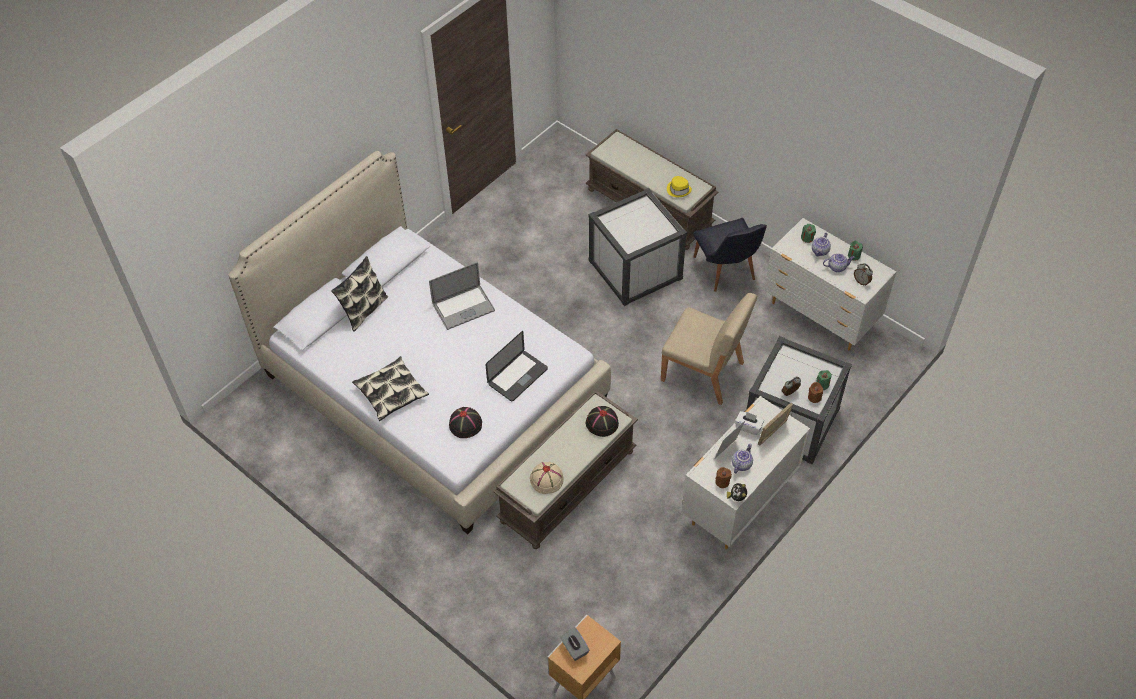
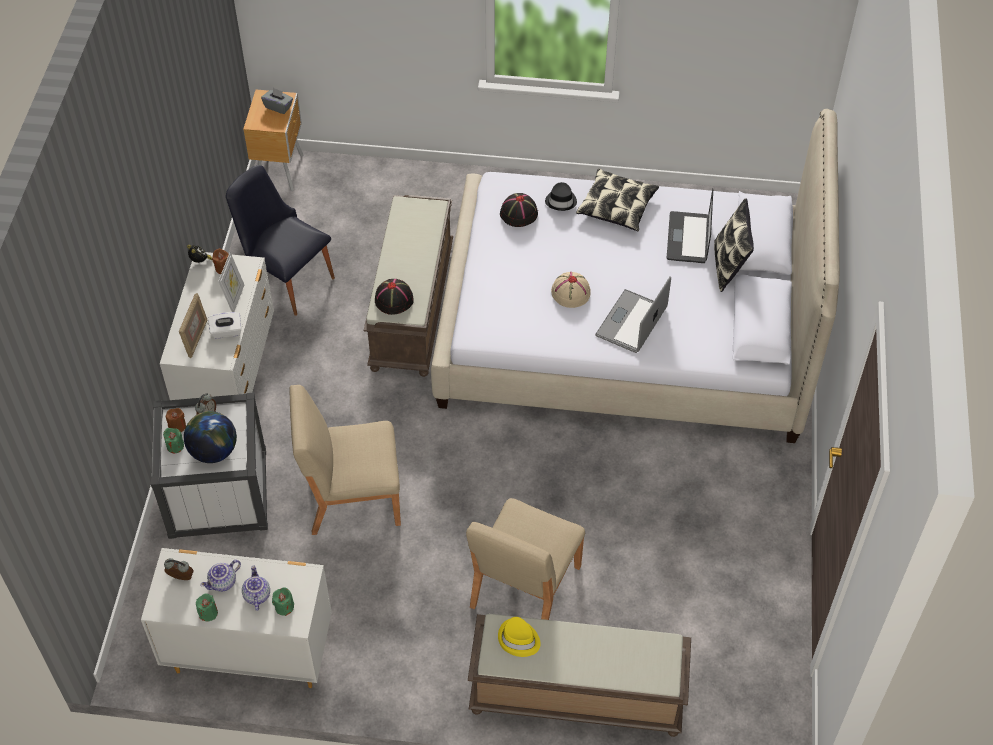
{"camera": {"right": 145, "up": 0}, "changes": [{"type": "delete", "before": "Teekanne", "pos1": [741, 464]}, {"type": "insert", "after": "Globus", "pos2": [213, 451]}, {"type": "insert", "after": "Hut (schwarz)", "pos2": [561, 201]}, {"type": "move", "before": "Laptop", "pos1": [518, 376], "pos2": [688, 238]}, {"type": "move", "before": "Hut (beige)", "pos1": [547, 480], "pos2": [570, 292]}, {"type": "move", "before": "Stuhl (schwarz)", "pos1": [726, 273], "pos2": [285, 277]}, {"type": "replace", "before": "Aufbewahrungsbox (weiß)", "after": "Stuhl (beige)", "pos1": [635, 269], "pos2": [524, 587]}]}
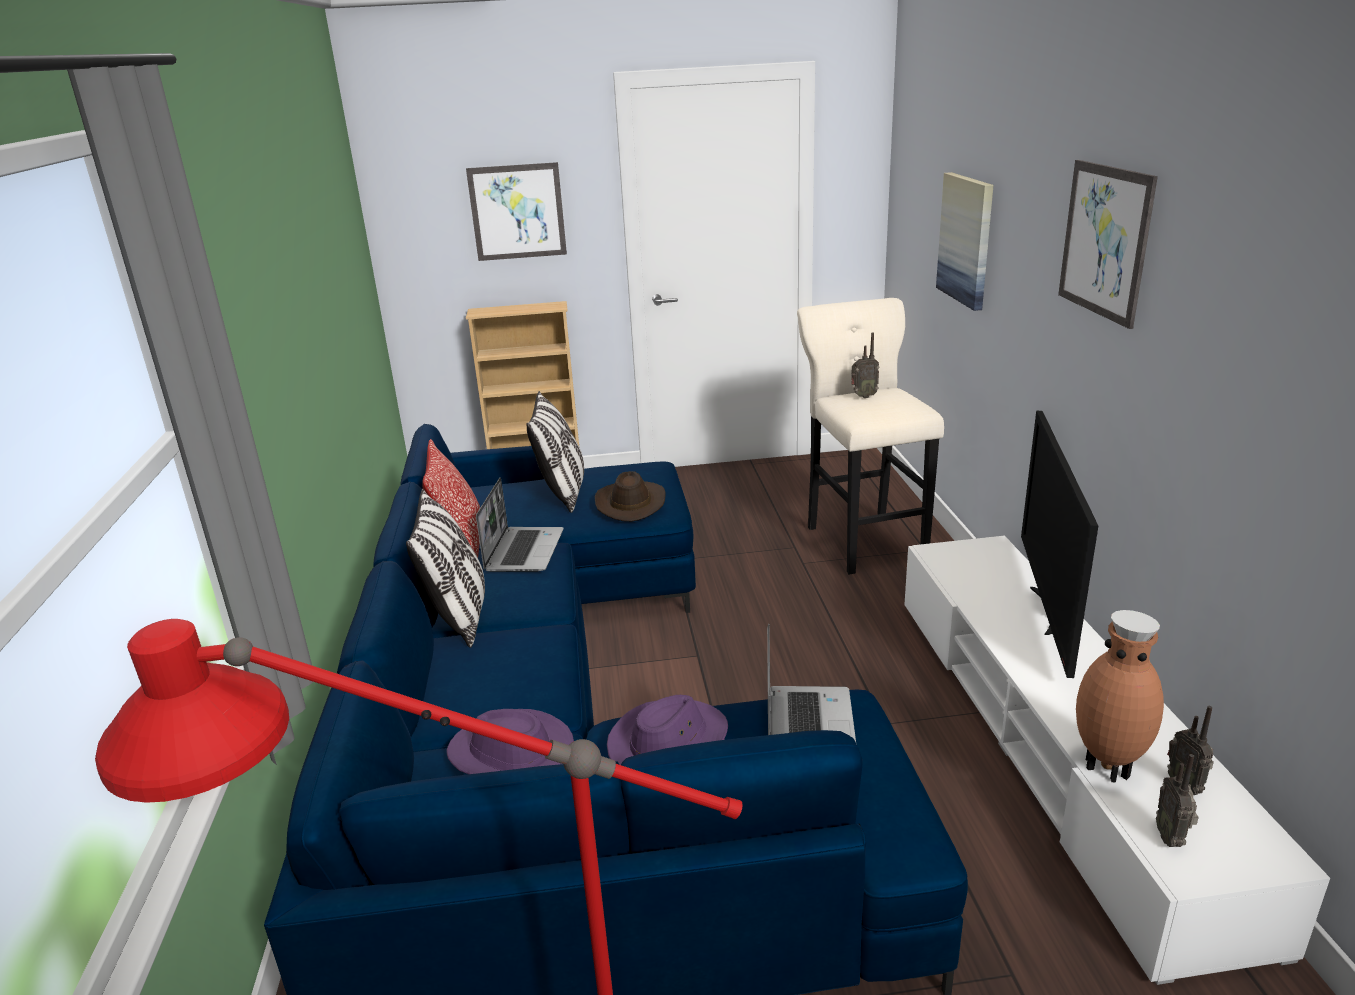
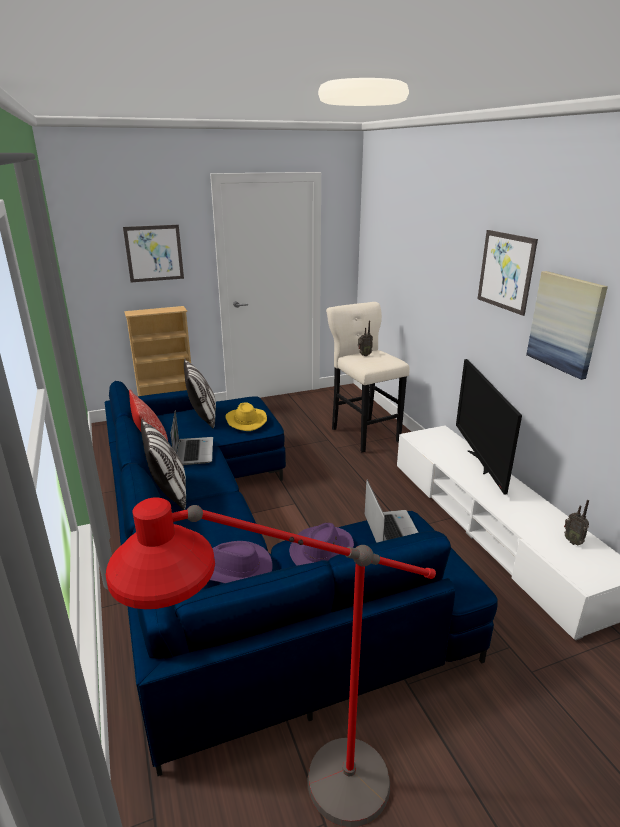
{"camera": {"right": -15, "up": 0}, "changes": [{"type": "delete", "before": "Vase (braun)", "pos1": [1108, 767]}, {"type": "delete", "before": "Radio", "pos1": [1171, 838]}, {"type": "move", "before": "Bild", "pos1": [966, 239], "pos2": [565, 323]}, {"type": "recolor", "before": "Hut (braun)", "after": "Hut (gelb)", "pos1": [630, 503], "pos2": [245, 421]}]}
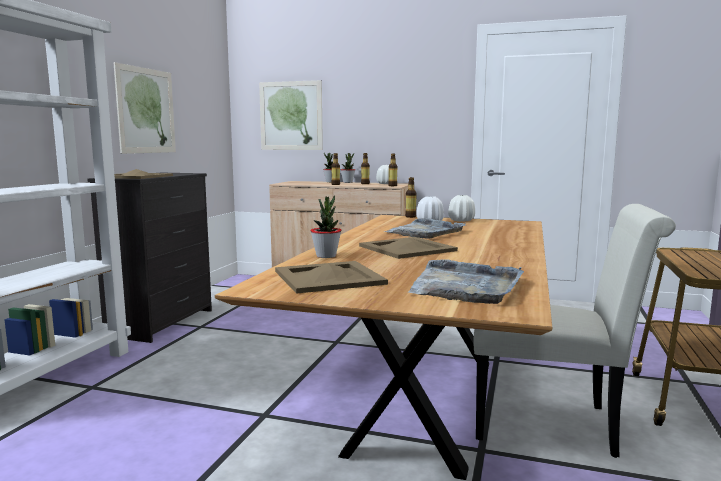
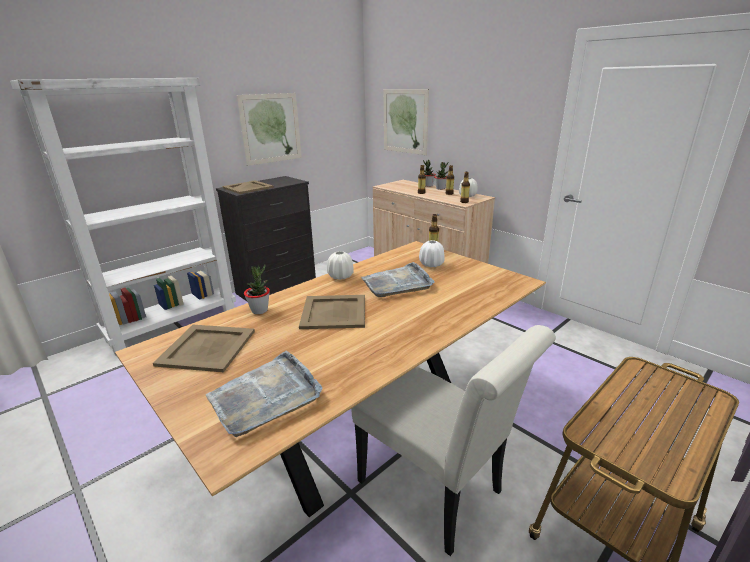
{"camera": {"right": 30, "up": 15}, "changes": [{"type": "move", "before": "Vase (weiß)", "pos1": [461, 220], "pos2": [341, 276]}]}
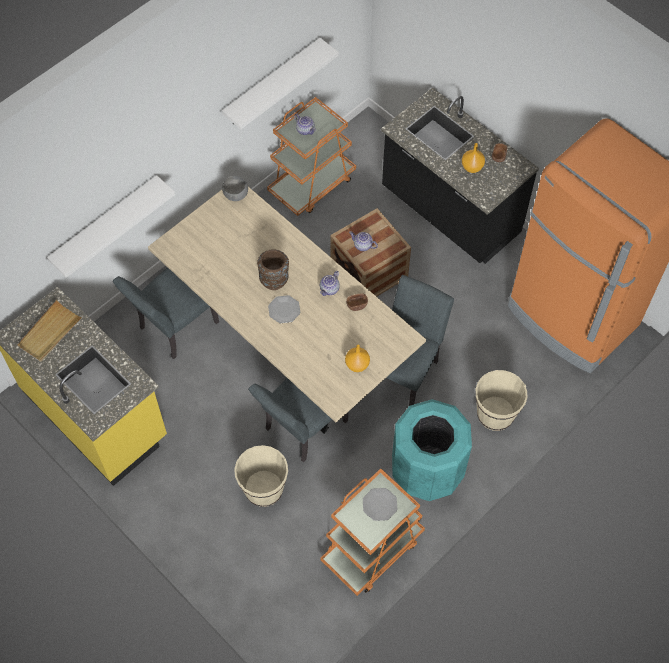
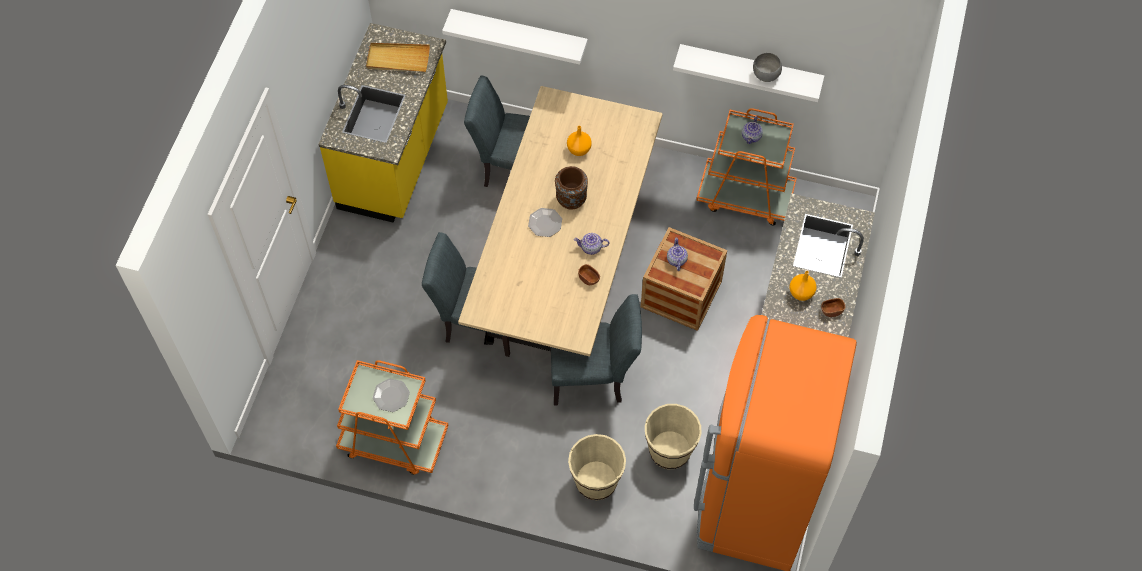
{"camera": {"right": 60, "up": 0}, "changes": [{"type": "delete", "before": "Mülleimer (türkis)", "pos1": [427, 470]}, {"type": "move", "before": "Schüssel (grau)", "pos1": [235, 195], "pos2": [765, 75]}, {"type": "move", "before": "Eimer (beige)", "pos1": [263, 489], "pos2": [669, 450]}, {"type": "move", "before": "Vase (orange)", "pos1": [357, 364], "pos2": [579, 149]}]}
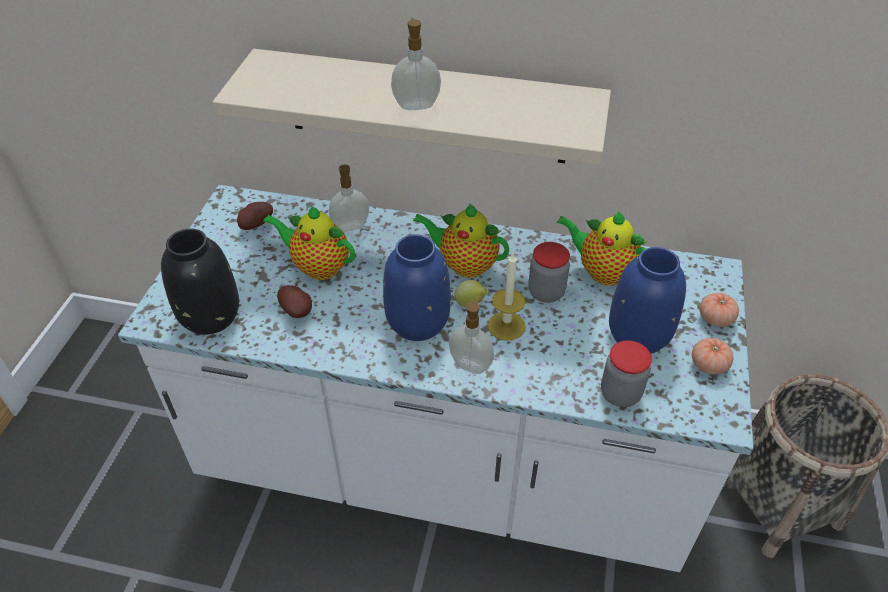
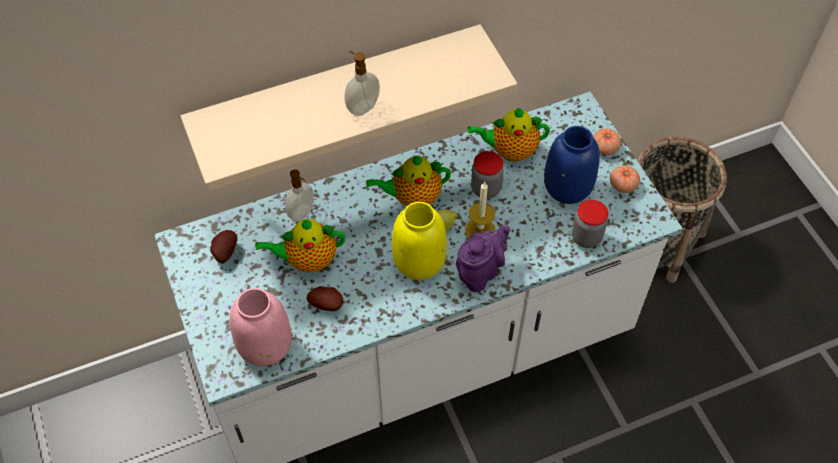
{"camera": {"right": -35, "up": 10}, "changes": [{"type": "replace", "before": "Seifenspender", "after": "Teekanne (lila)", "pos1": [471, 364], "pos2": [480, 272]}, {"type": "recolor", "before": "Vase (schwarz)", "after": "Vase (rosa)", "pos1": [210, 315], "pos2": [265, 345]}, {"type": "recolor", "before": "Vase (blau)", "after": "Vase (gelb)", "pos1": [417, 323], "pos2": [419, 263]}]}
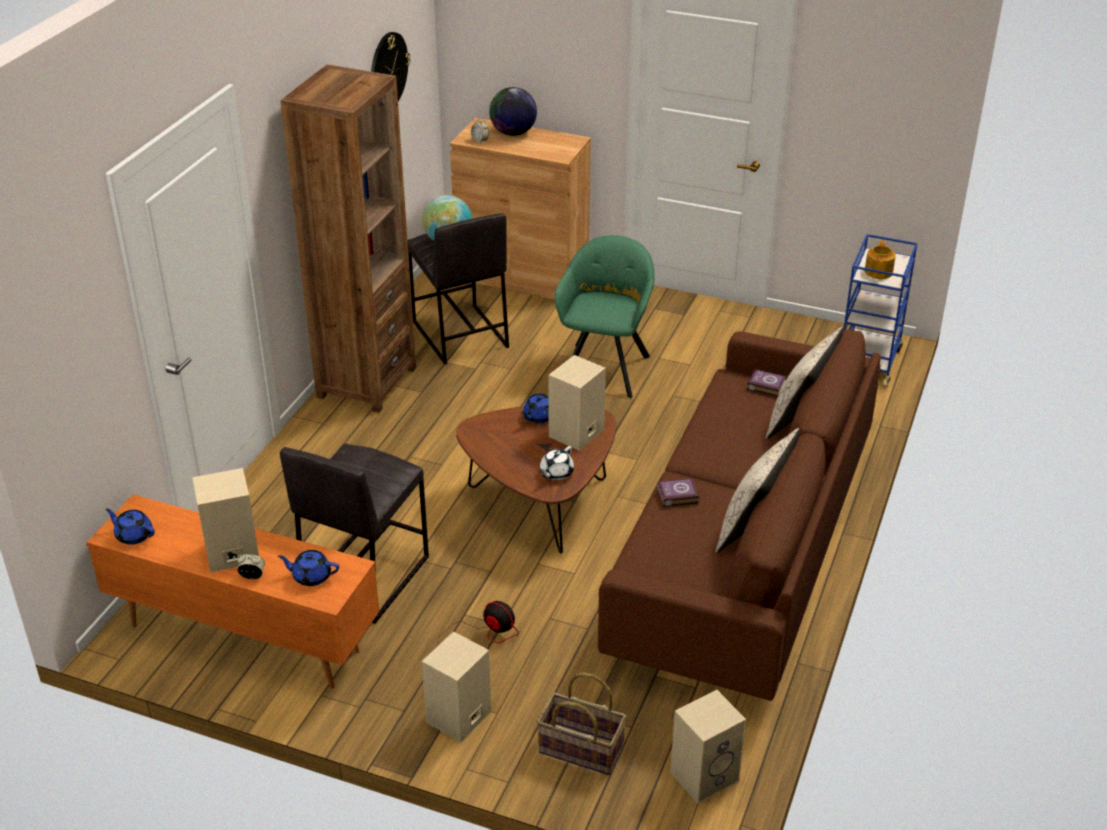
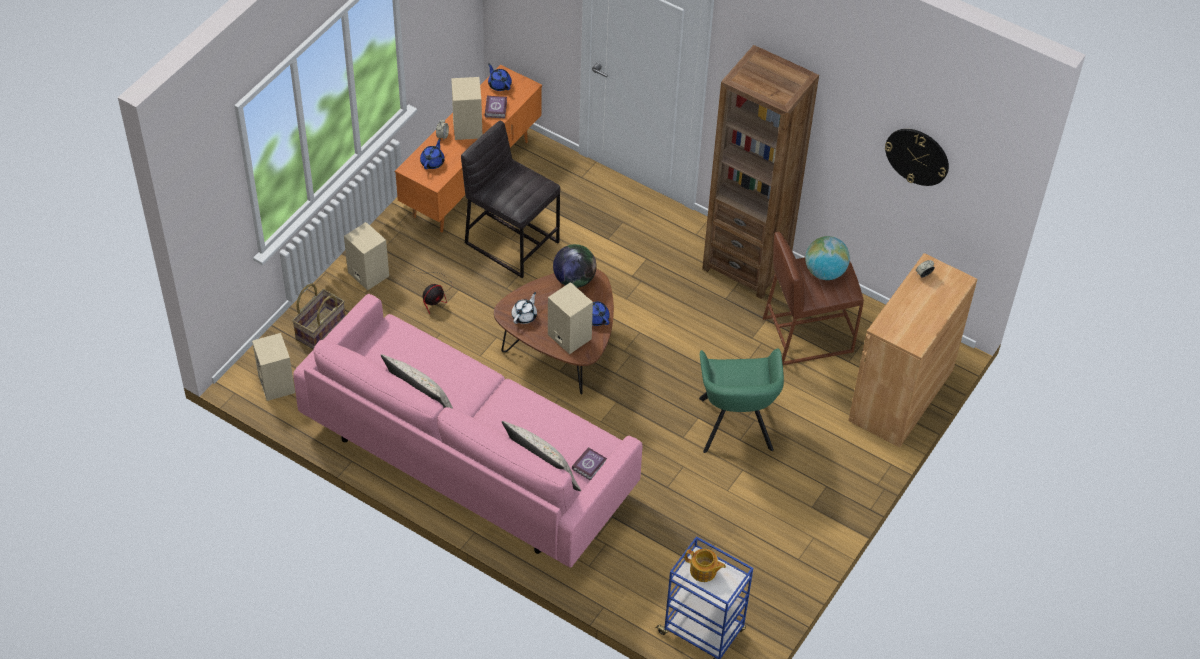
{"camera": {"right": 100, "up": 15}, "changes": [{"type": "move", "before": "Globus", "pos1": [513, 133], "pos2": [574, 279]}, {"type": "move", "before": "Buch", "pos1": [676, 495], "pos2": [496, 108]}, {"type": "recolor", "before": "Hocker (grau)", "after": "Hocker (braun)", "pos1": [459, 335], "pos2": [806, 334]}, {"type": "recolor", "before": "Sofa (braun)", "after": "Sofa (rosa)", "pos1": [740, 554], "pos2": [470, 459]}, {"type": "rotate", "before": "Teekanne (blau)", "pos1": [133, 535], "pos2": [499, 84], "turn": -75}, {"type": "rotate", "before": "Teekanne (weiß)", "pos1": [556, 473], "pos2": [524, 316], "turn": 75}, {"type": "rotate", "before": "Sessel (grün)", "pos1": [606, 367], "pos2": [735, 428], "turn": 60}]}
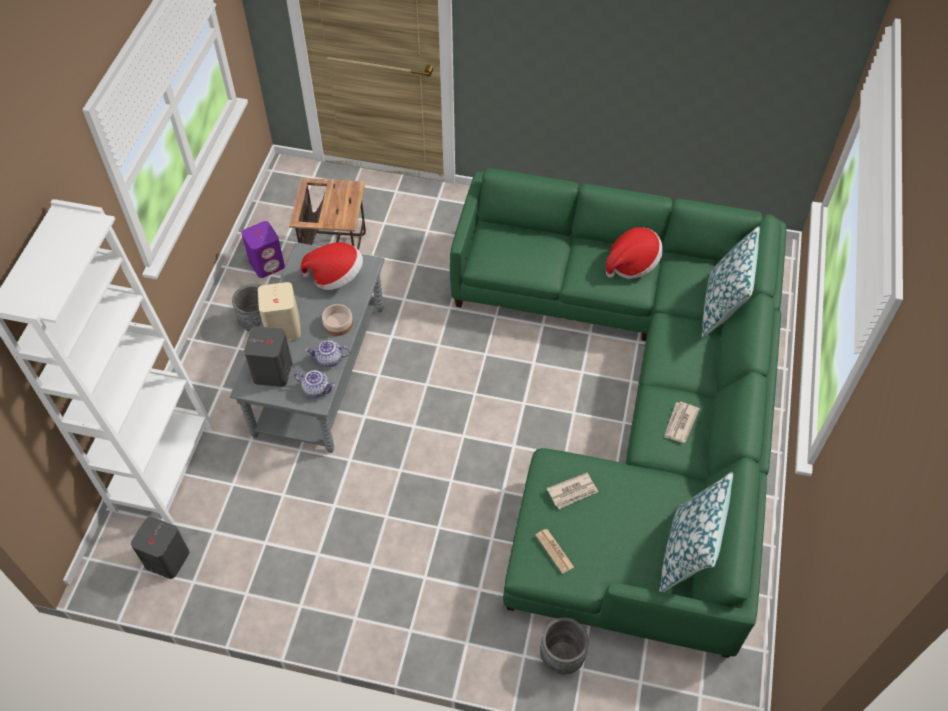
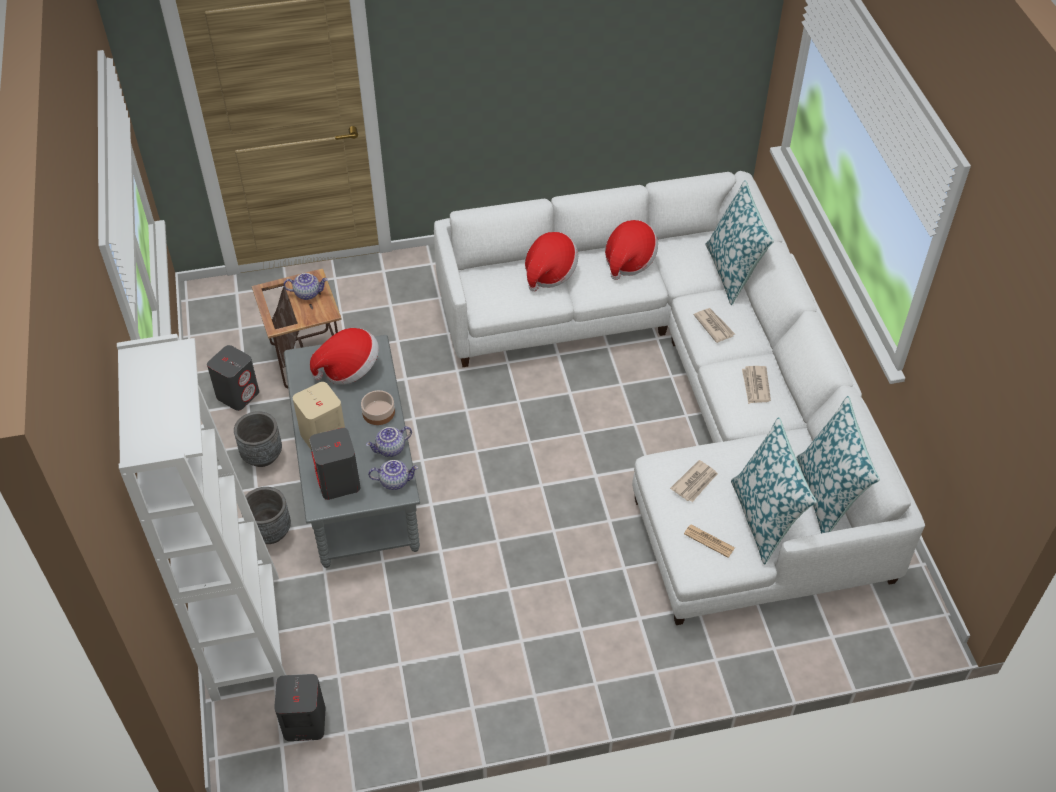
{"camera": {"right": -25, "up": -5}, "changes": [{"type": "insert", "after": "Teekanne", "pos2": [308, 293]}, {"type": "insert", "after": "Hut", "pos2": [549, 272]}, {"type": "insert", "after": "Zeitung", "pos2": [714, 326]}, {"type": "insert", "after": "Kissen", "pos2": [764, 518]}, {"type": "move", "before": "Pflanzkübel (grau)", "pos1": [562, 656], "pos2": [270, 531]}, {"type": "recolor", "before": "Lautsprecher (lila)", "after": "Lautsprecher (grau)", "pos1": [267, 264], "pos2": [238, 394]}, {"type": "recolor", "before": "Sofa (grün)", "after": "Sofa (weiß)", "pos1": [634, 404], "pos2": [686, 395]}]}
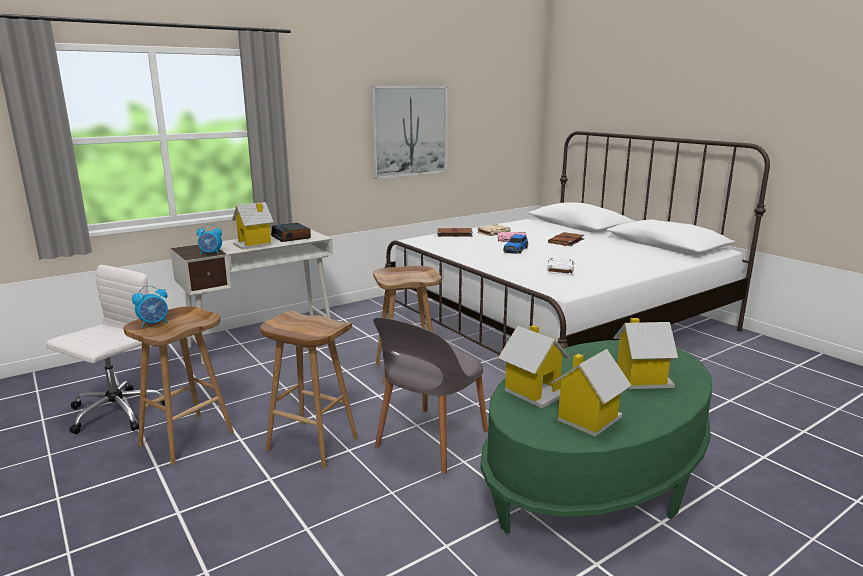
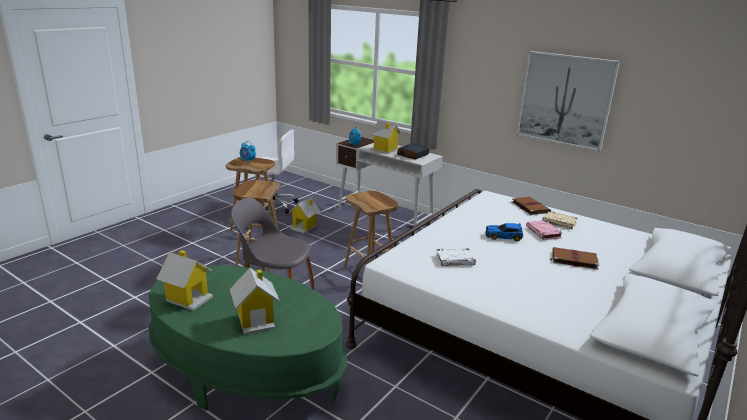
{"camera": {"right": 70, "up": 5}, "changes": [{"type": "move", "before": "Spielzeughaus", "pos1": [533, 391], "pos2": [304, 227]}]}
